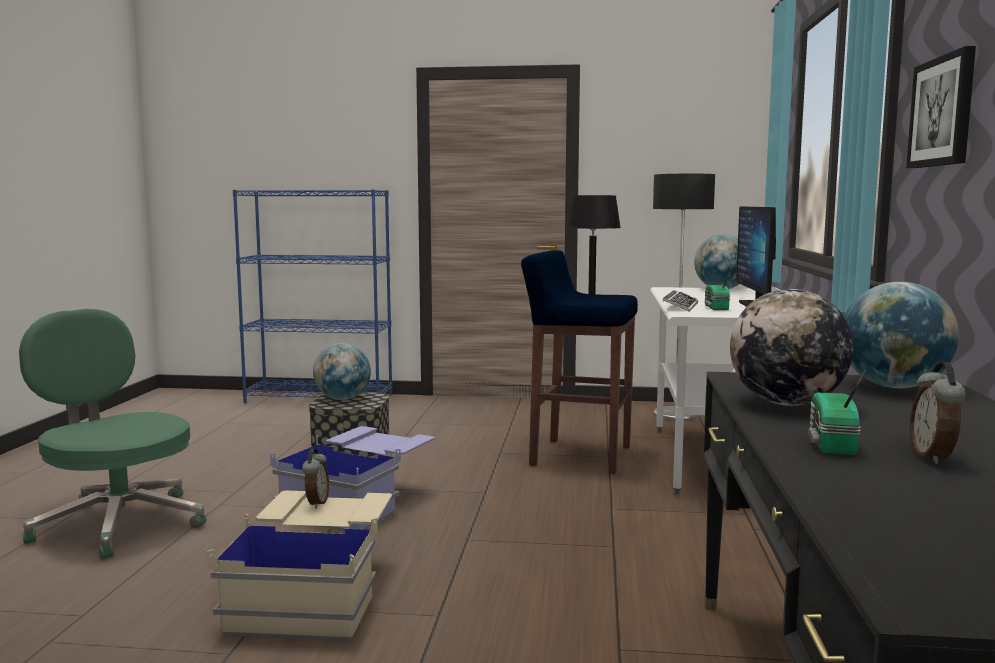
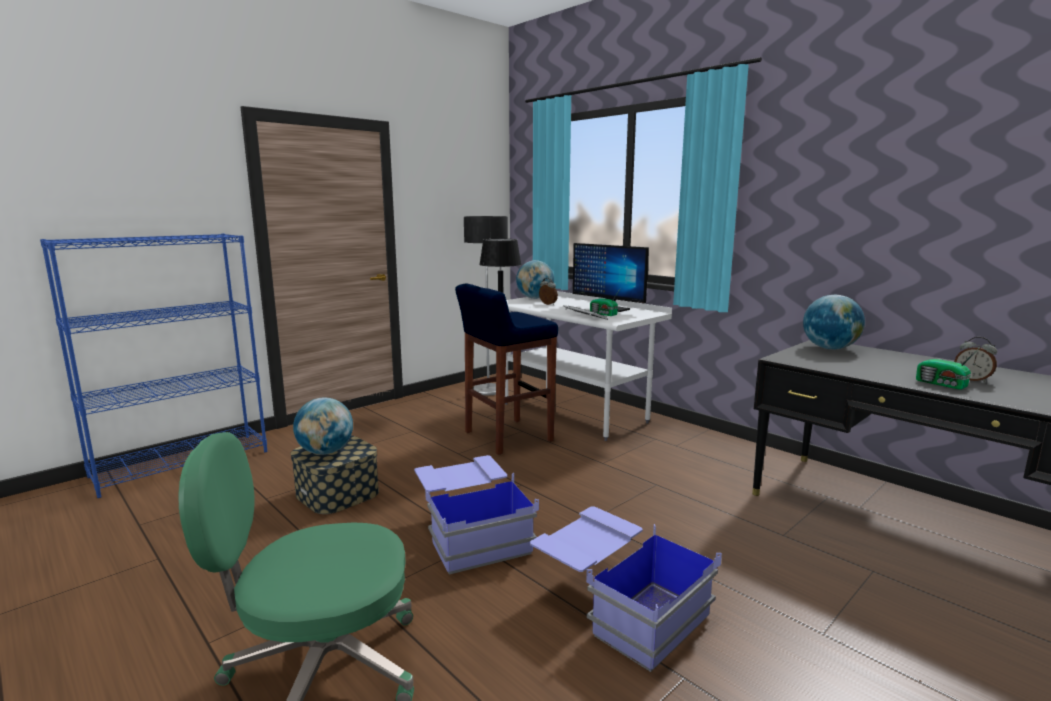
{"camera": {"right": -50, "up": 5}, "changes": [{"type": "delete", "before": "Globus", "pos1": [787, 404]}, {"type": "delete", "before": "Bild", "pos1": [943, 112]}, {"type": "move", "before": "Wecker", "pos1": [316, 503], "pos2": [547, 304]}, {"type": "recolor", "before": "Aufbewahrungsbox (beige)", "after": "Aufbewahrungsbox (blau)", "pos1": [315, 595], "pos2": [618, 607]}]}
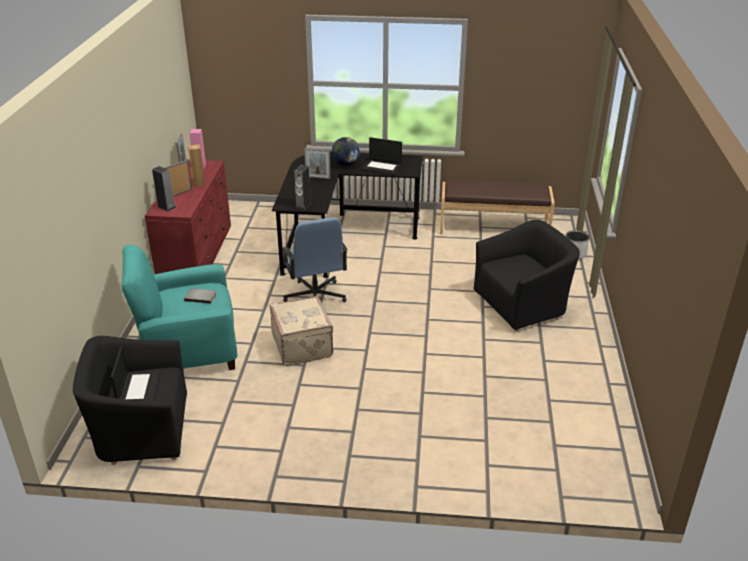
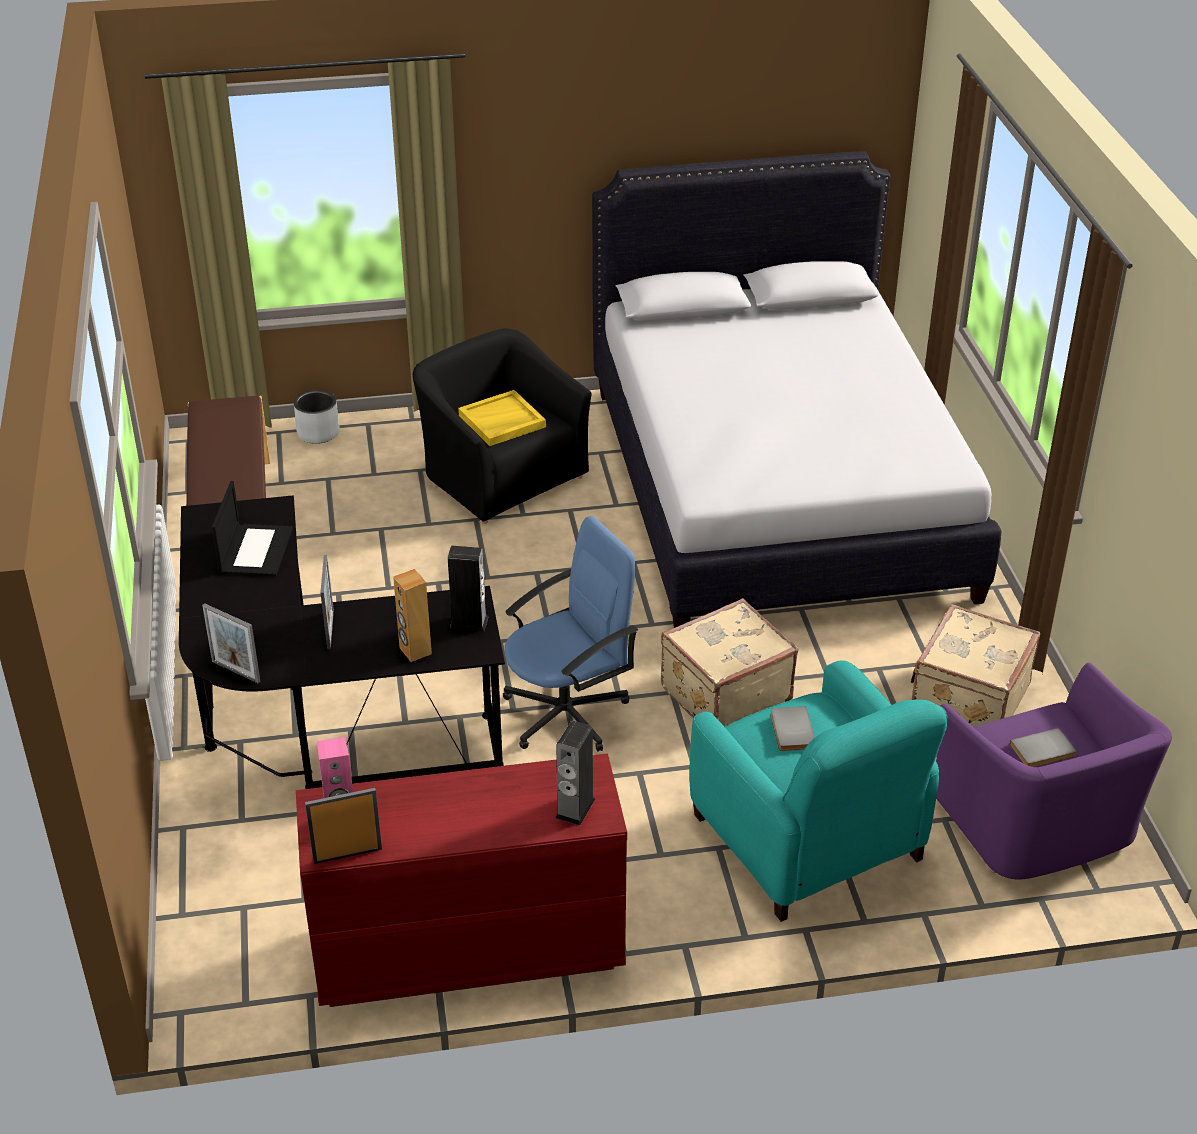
{"camera": {"right": -105, "up": 5}, "changes": [{"type": "delete", "before": "Globus", "pos1": [346, 164]}, {"type": "insert", "after": "Tablett (gelb)", "pos2": [502, 421]}, {"type": "insert", "after": "Bett (weiß)", "pos2": [776, 490]}, {"type": "insert", "after": "Koffer (beige)", "pos2": [967, 700]}, {"type": "move", "before": "Bilderrahmen", "pos1": [180, 193], "pos2": [236, 671]}, {"type": "move", "before": "Lautsprecher (braun)", "pos1": [199, 183], "pos2": [415, 651]}, {"type": "replace", "before": "Laptop", "after": "Buch (grau)", "pos1": [138, 387], "pos2": [1043, 751]}, {"type": "recolor", "before": "Sessel (schwarz)", "after": "Sessel (lila)", "pos1": [141, 430], "pos2": [1037, 824]}]}
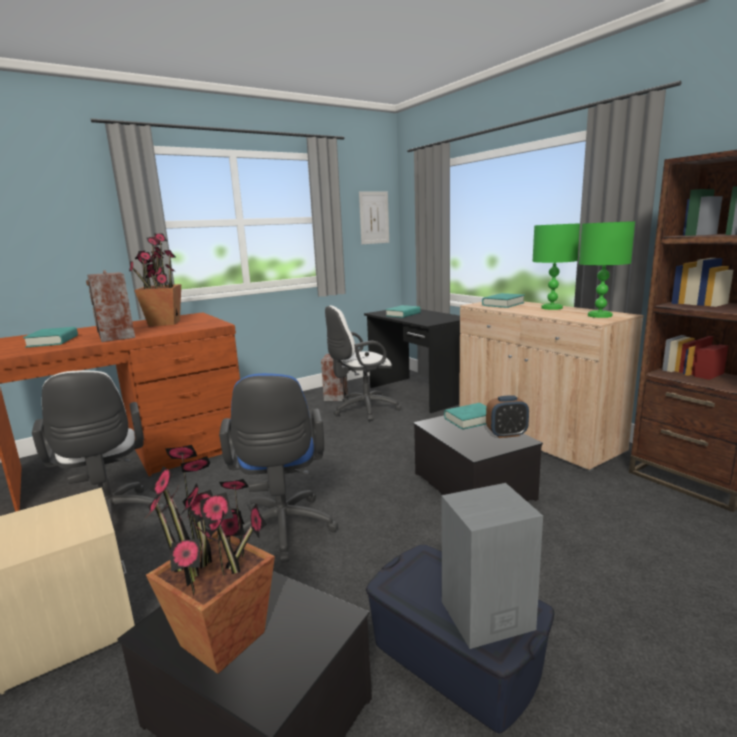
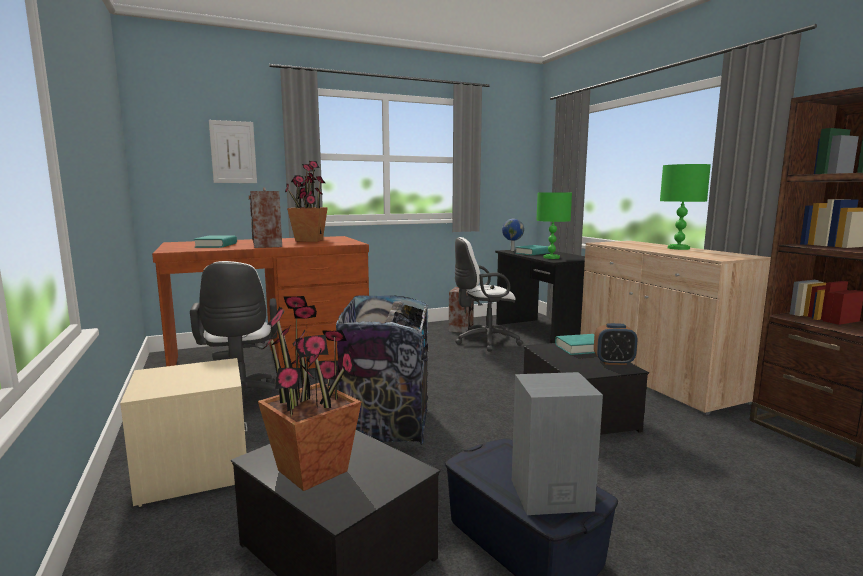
{"camera": {"right": 10, "up": -5}, "changes": [{"type": "delete", "before": "Buch (türkis)", "pos1": [503, 304]}, {"type": "insert", "after": "Globus", "pos2": [511, 250]}, {"type": "move", "before": "Bild", "pos1": [374, 217], "pos2": [233, 152]}, {"type": "move", "before": "Tischlampe (grün)", "pos1": [599, 315], "pos2": [551, 257]}, {"type": "replace", "before": "Bürostuhl (blau)", "after": "Mülleimer", "pos1": [283, 532], "pos2": [387, 427]}]}
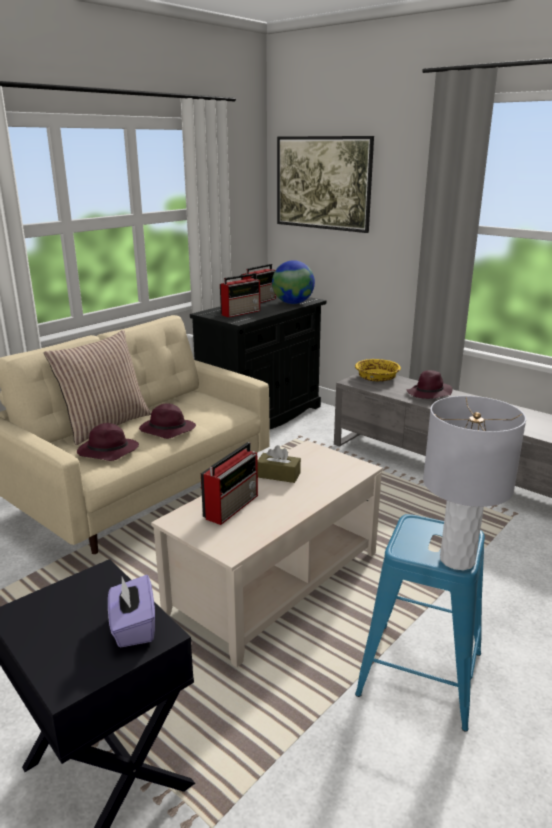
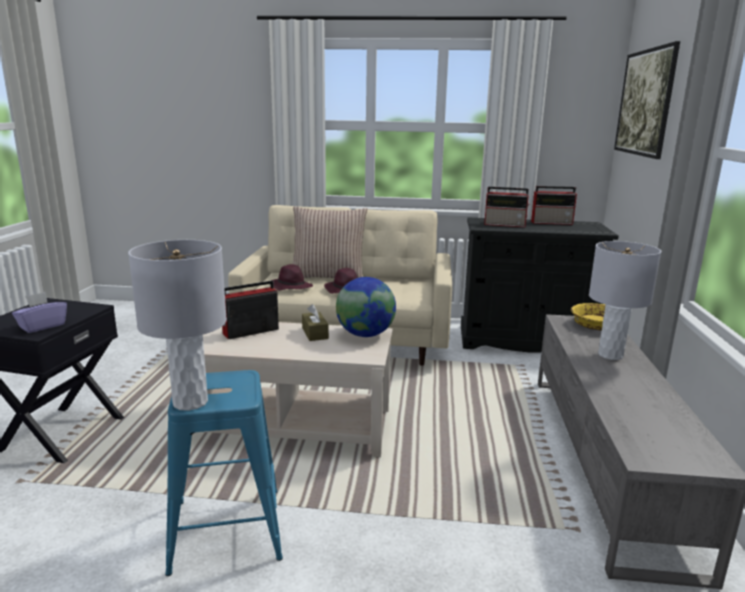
{"camera": {"right": 55, "up": -5}, "changes": [{"type": "move", "before": "Globus", "pos1": [293, 303], "pos2": [365, 334]}, {"type": "replace", "before": "Hut (lila)", "after": "Tischlampe (grau)", "pos1": [429, 394], "pos2": [610, 355]}, {"type": "rotate", "before": "Radio", "pos1": [232, 506], "pos2": [249, 332], "turn": 150}]}
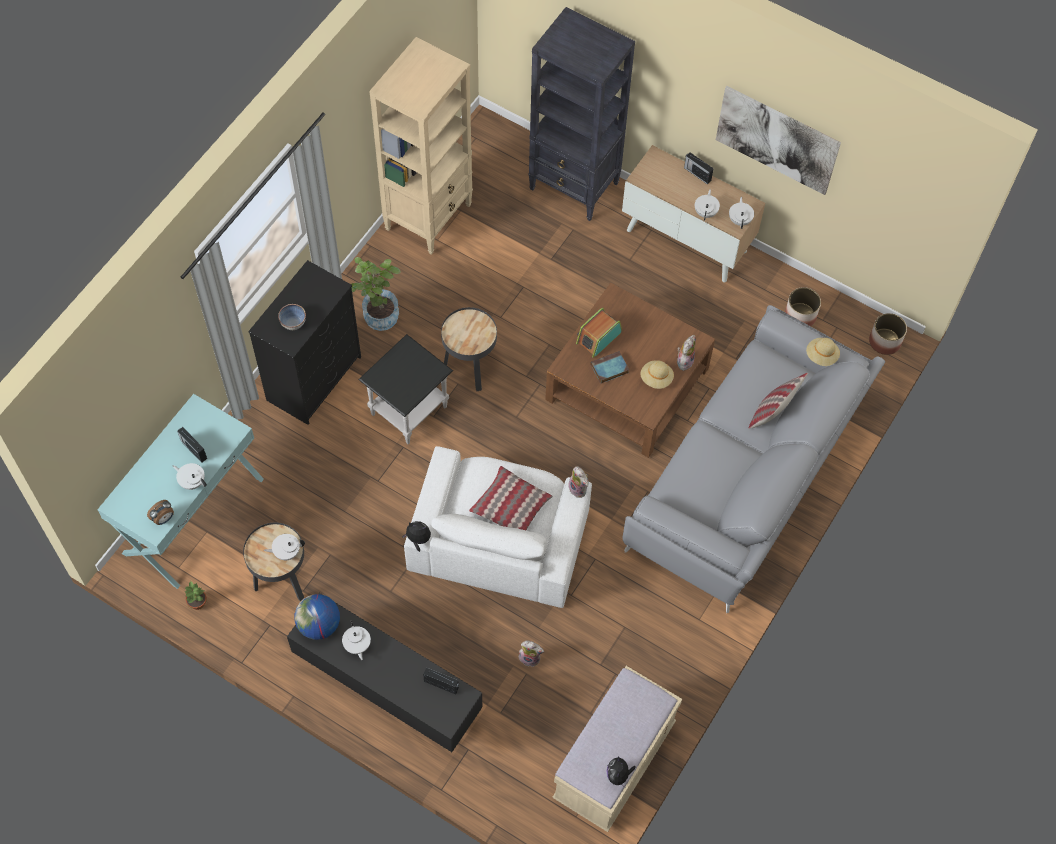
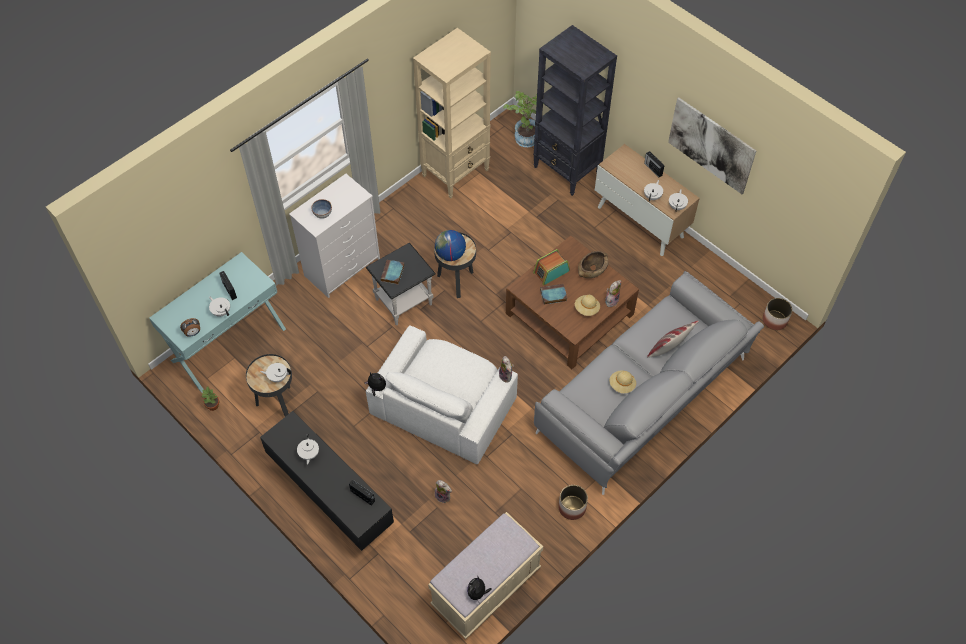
{"camera": {"right": 15, "up": -5}, "changes": [{"type": "delete", "before": "Kissen", "pos1": [510, 507]}, {"type": "insert", "after": "Buch", "pos2": [392, 274]}, {"type": "insert", "after": "Schüssel (braun)", "pos2": [592, 269]}, {"type": "move", "before": "Globus", "pos1": [319, 625], "pos2": [450, 254]}, {"type": "move", "before": "Topfpflanze", "pos1": [377, 313], "pos2": [524, 136]}, {"type": "move", "before": "Pflanzkübel", "pos1": [800, 316], "pos2": [572, 507]}, {"type": "move", "before": "Hut (beige)", "pos1": [821, 356], "pos2": [622, 385]}, {"type": "recolor", "before": "Kommode (schwarz)", "after": "Kommode (weiß)", "pos1": [314, 377], "pos2": [342, 266]}]}
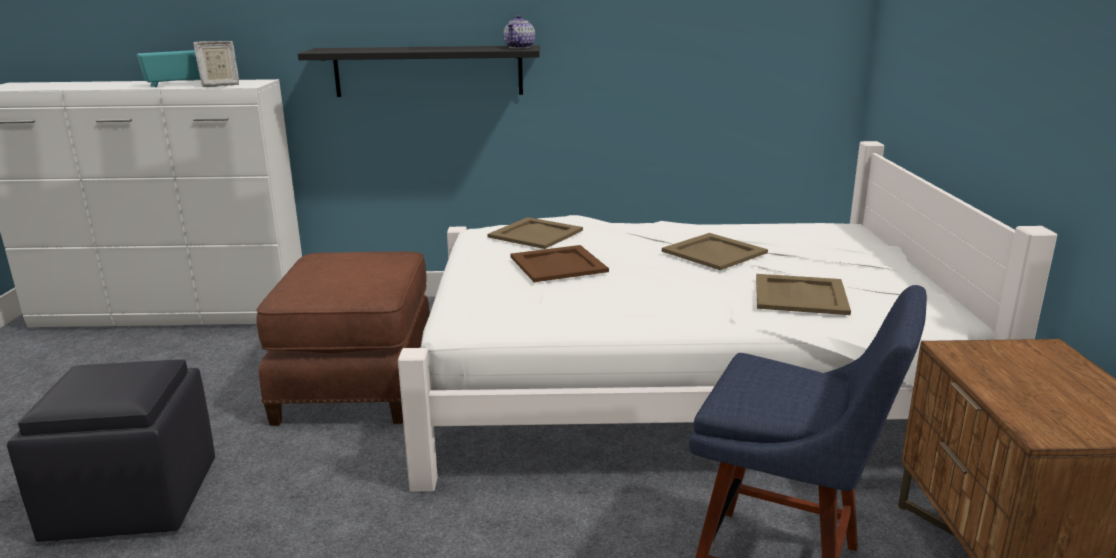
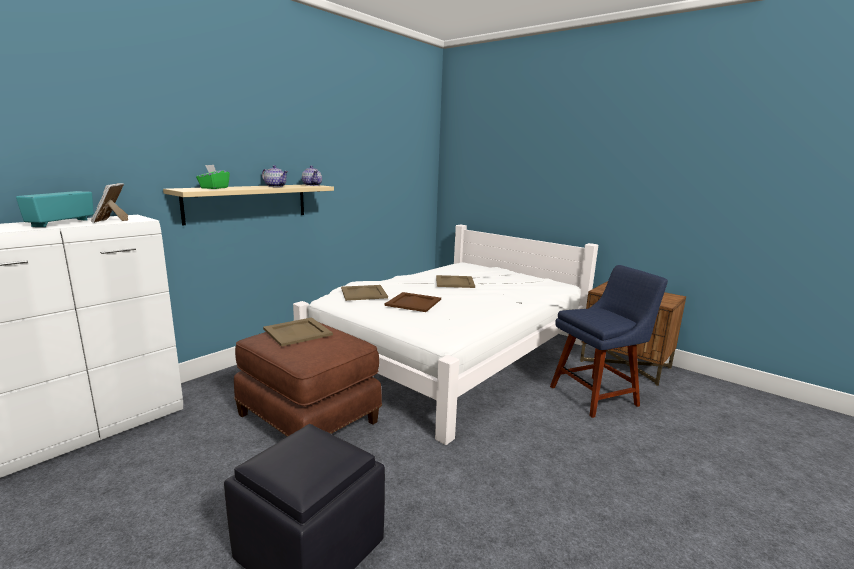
{"camera": {"right": -50, "up": -5}, "changes": [{"type": "insert", "after": "Taschentuchbox (grün)", "pos2": [214, 188]}, {"type": "insert", "after": "Teekanne", "pos2": [275, 186]}, {"type": "move", "before": "Tablett (beige)", "pos1": [801, 295], "pos2": [298, 332]}, {"type": "recolor", "before": "Wandregal (schwarz)", "after": "Wandregal (beige)", "pos1": [428, 71], "pos2": [247, 203]}, {"type": "rotate", "before": "Bilderrahmen", "pos1": [219, 85], "pos2": [111, 221], "turn": 150}]}
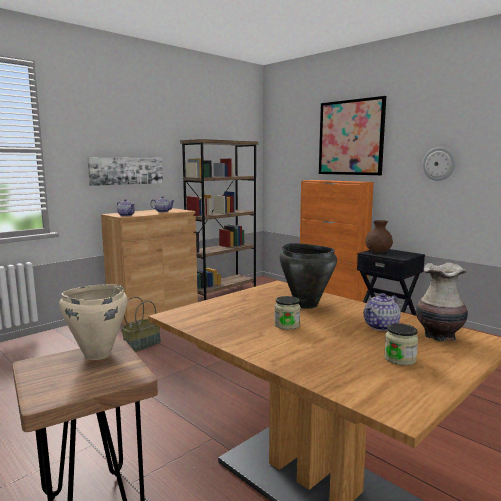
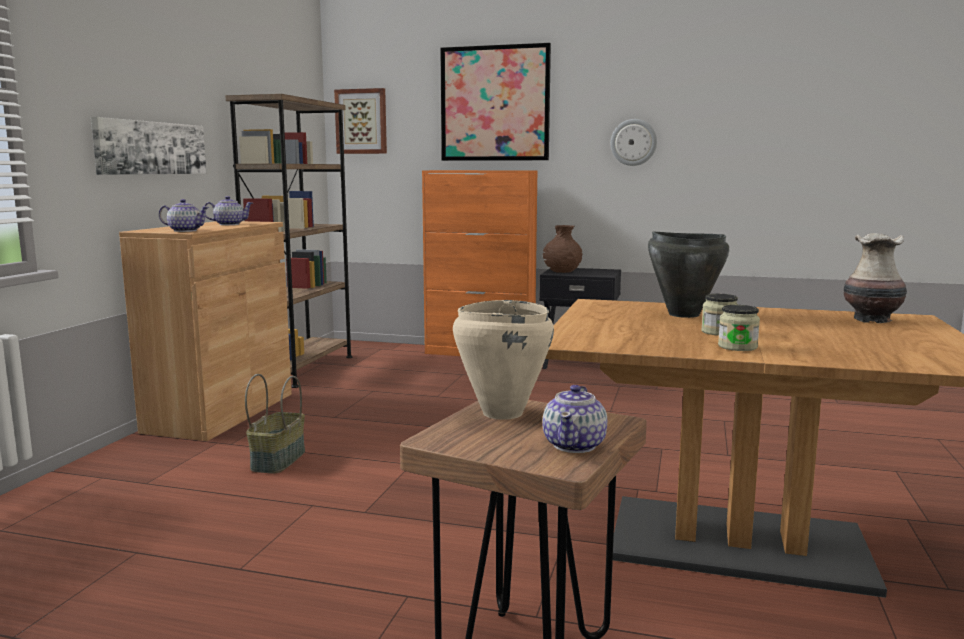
{"camera": {"right": -30, "up": 0}, "changes": [{"type": "insert", "after": "Bild", "pos2": [361, 121]}, {"type": "move", "before": "Teekanne", "pos1": [381, 326], "pos2": [575, 445]}, {"type": "move", "before": "Vorratsglas", "pos1": [400, 359], "pos2": [737, 347]}]}
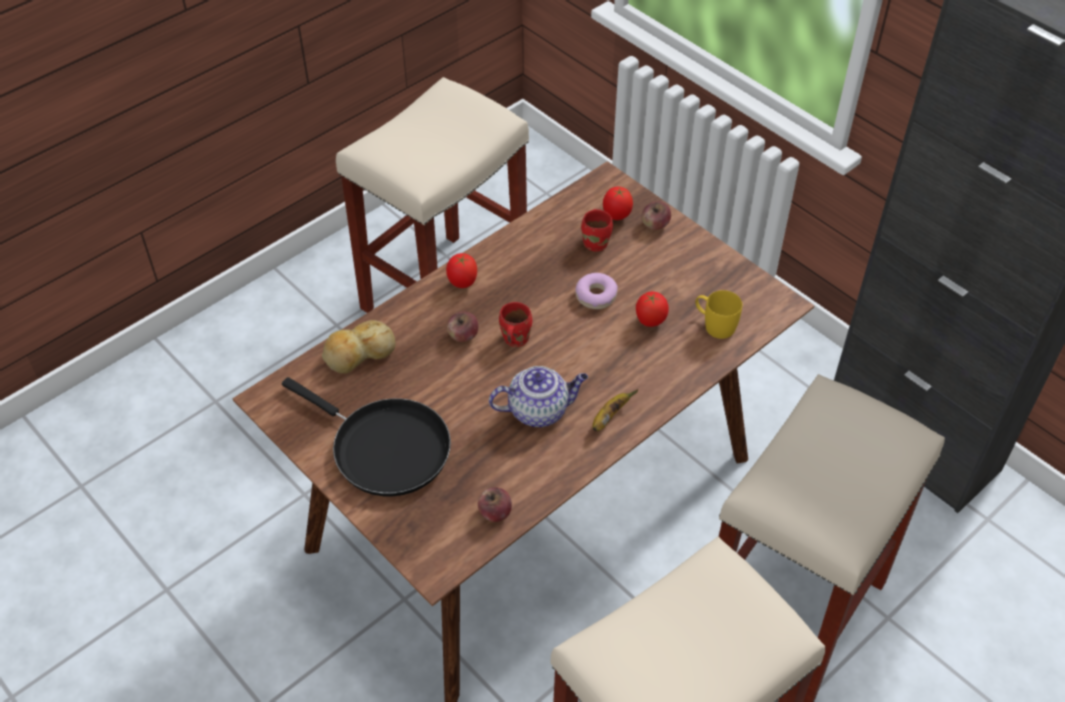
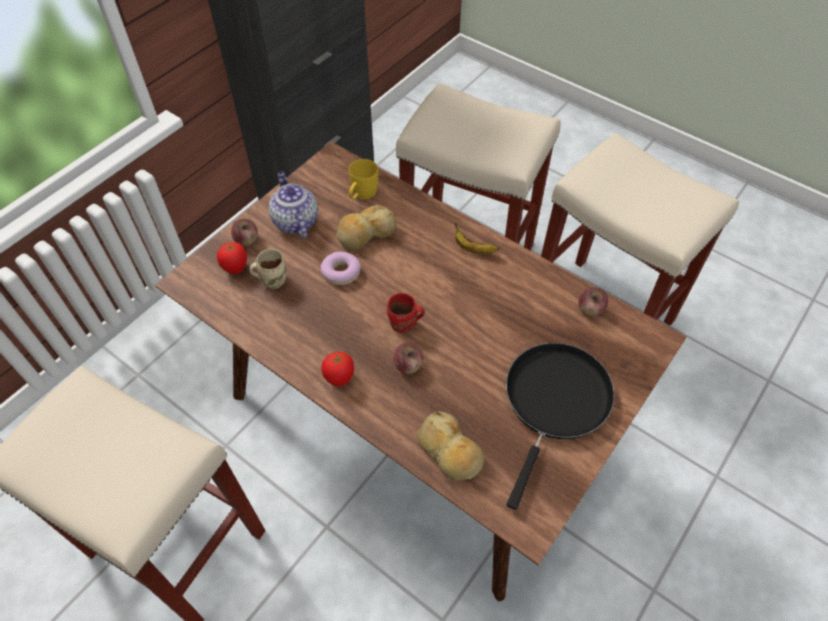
{"camera": {"right": -100, "up": 5}, "changes": [{"type": "move", "before": "Teekanne", "pos1": [539, 410], "pos2": [295, 221]}, {"type": "replace", "before": "Tomate", "after": "Brot", "pos1": [650, 321], "pos2": [365, 233]}, {"type": "recolor", "before": "Henkelbecher (rot)", "after": "Henkelbecher (beige)", "pos1": [597, 242], "pos2": [272, 279]}]}
